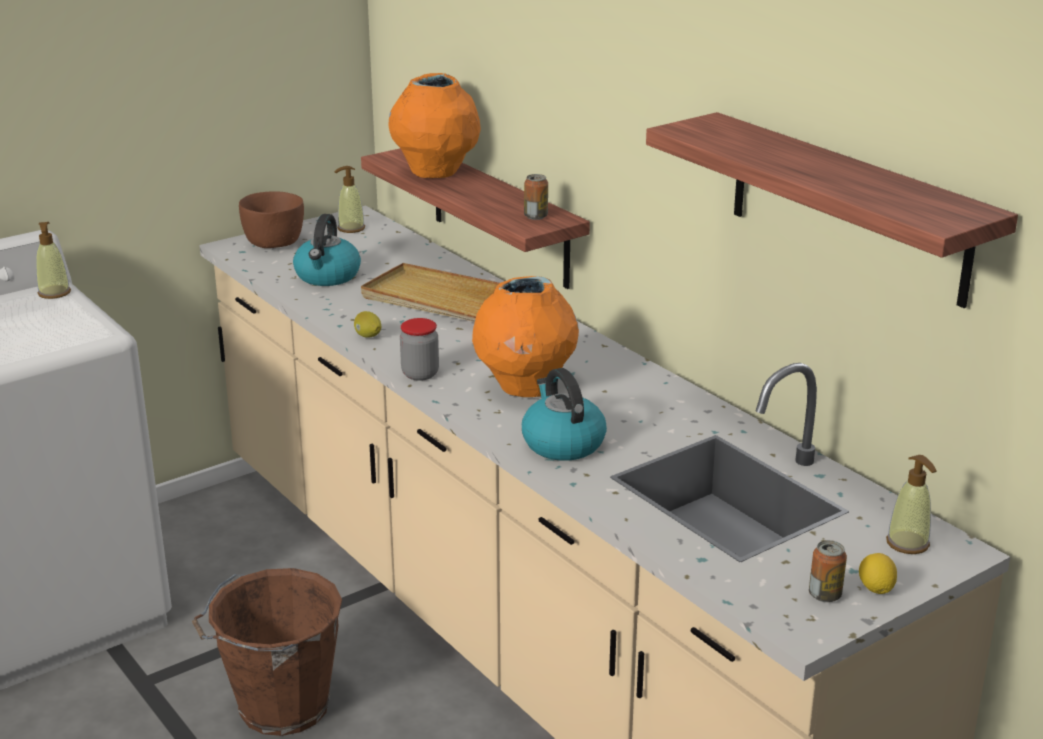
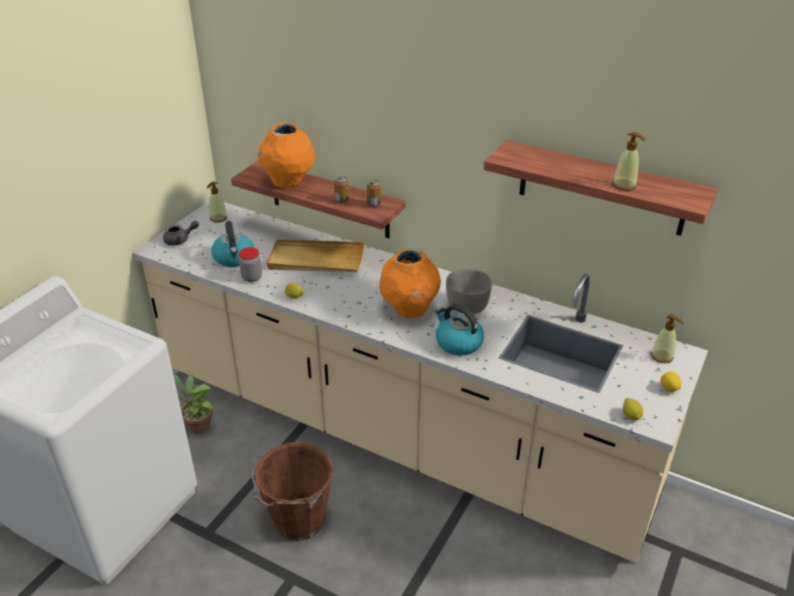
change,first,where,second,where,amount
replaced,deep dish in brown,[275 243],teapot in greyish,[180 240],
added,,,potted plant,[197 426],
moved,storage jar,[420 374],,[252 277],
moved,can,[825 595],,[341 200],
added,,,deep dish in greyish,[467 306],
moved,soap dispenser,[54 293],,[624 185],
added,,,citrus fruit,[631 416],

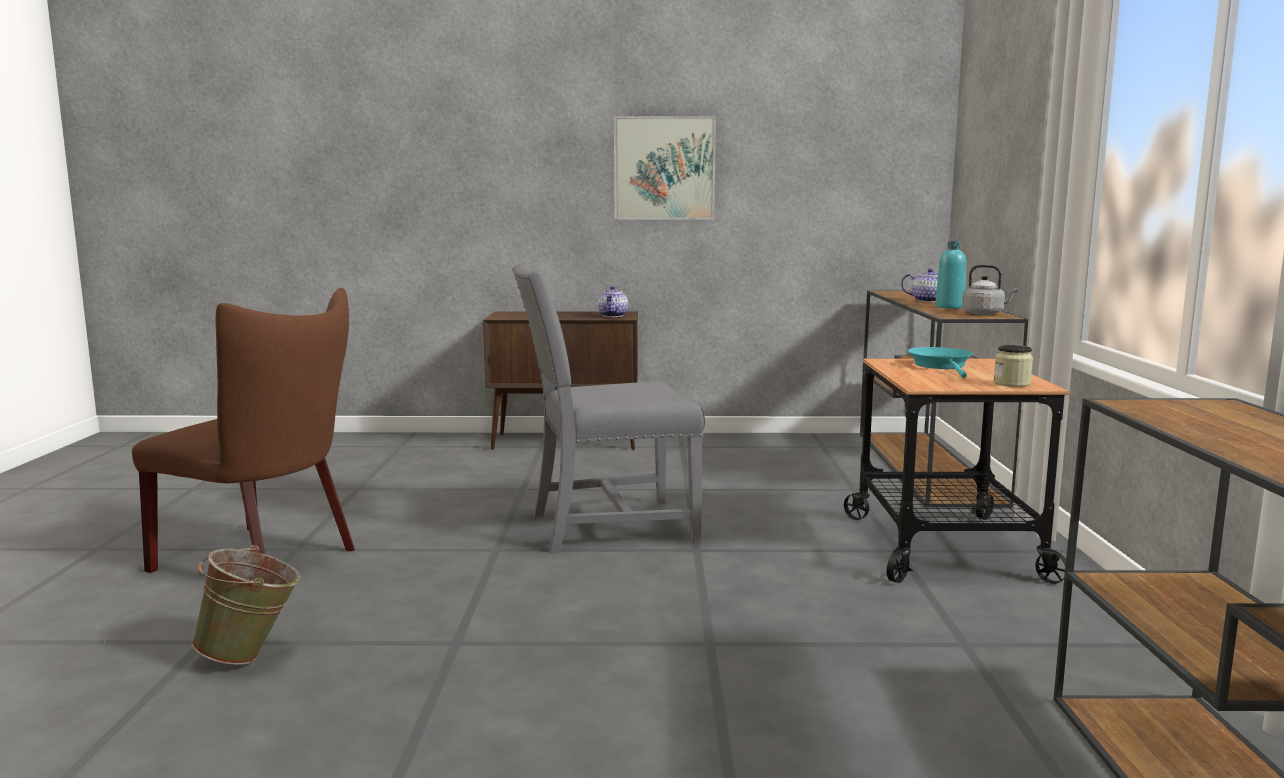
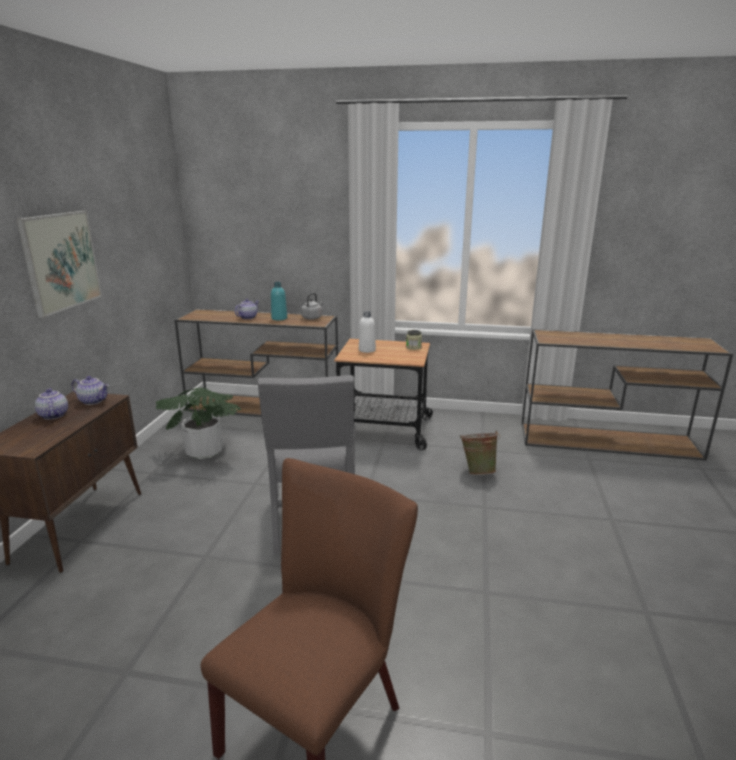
change,first,where,second,where,amount
added,,,teapot,[53 415],
added,,,potted plant,[204 451],
replaced,frying pan in blue-green,[941 366],bottle in white,[367 350],
moved,water bucket in green,[253 656],,[478 471],

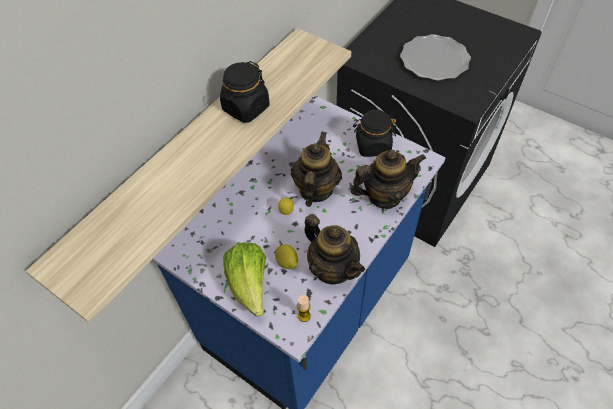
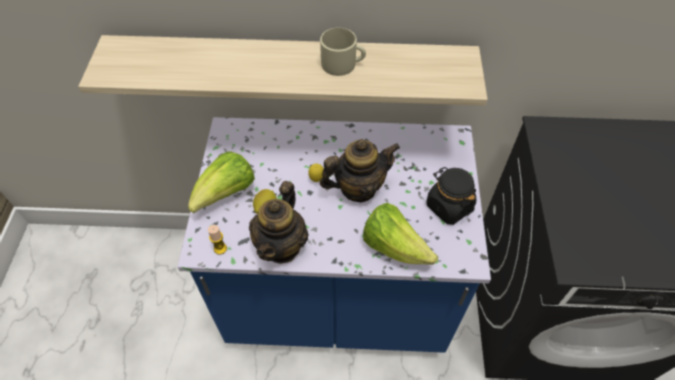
change,first,where,second,where,amount
replaced,storage jar in blackish,[246 108],tea mug in sand-coloured,[343 64],
replaced,teapot,[384 195],lettuce head,[394 246],
removed,flat dish,[434 60],,,

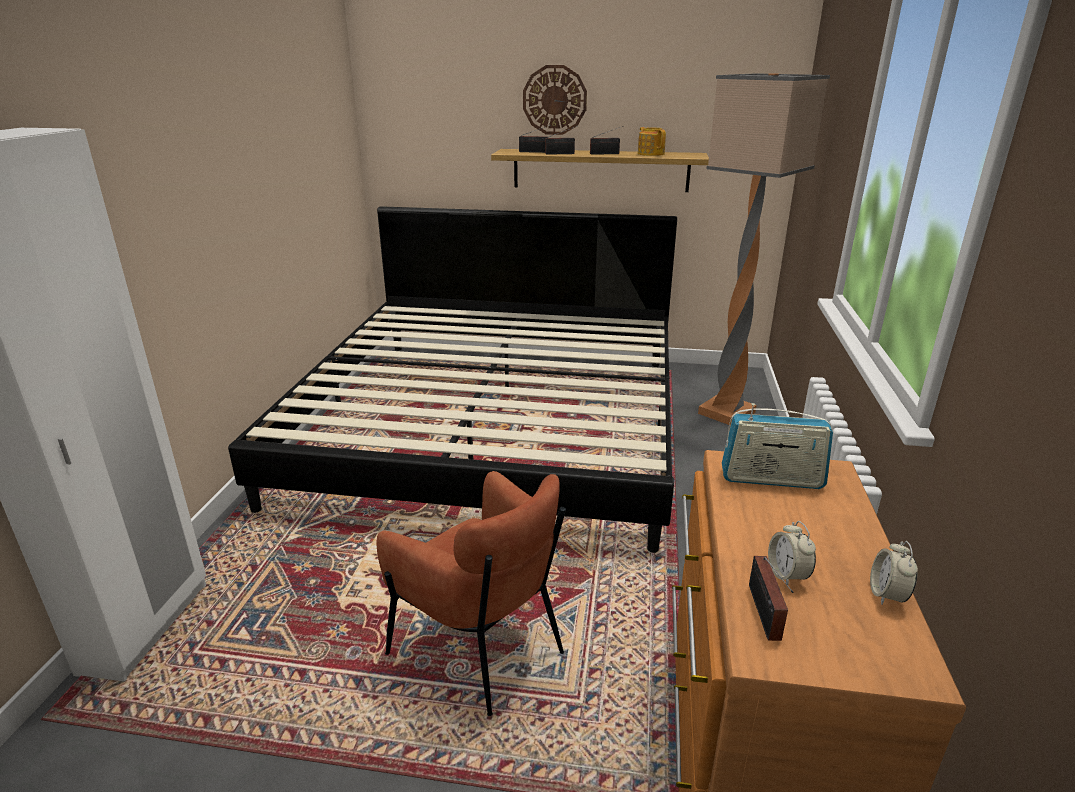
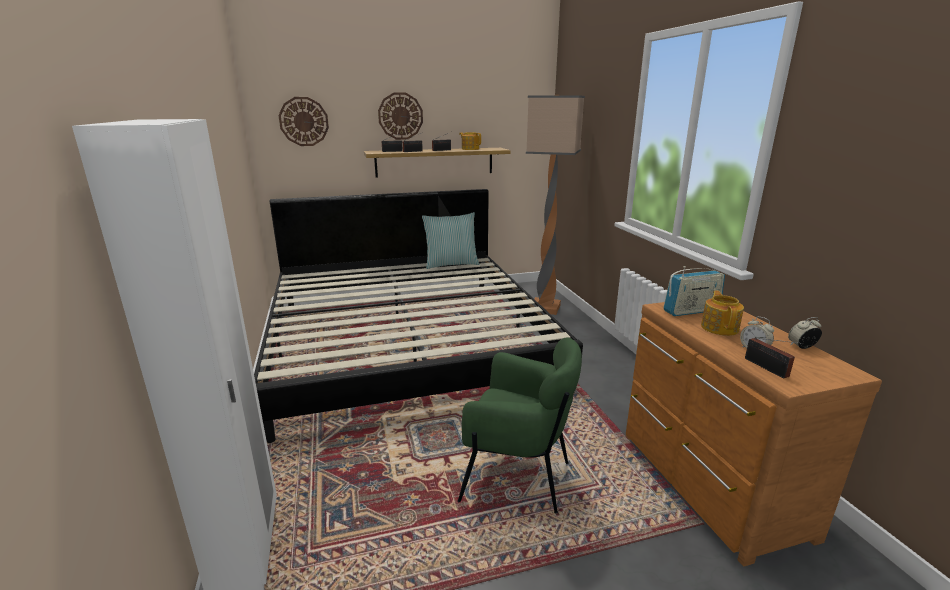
change,first,where,second,where,amount
added,,,hanging clock,[304 121],
added,,,throw pillow,[451 264],
recoloured,easy chair in brown,[482 648],easy chair in green,[517 477],
added,,,teapot,[719 327],
turned,bedside clock,[887 594],,[801 346],90 degrees clockwise

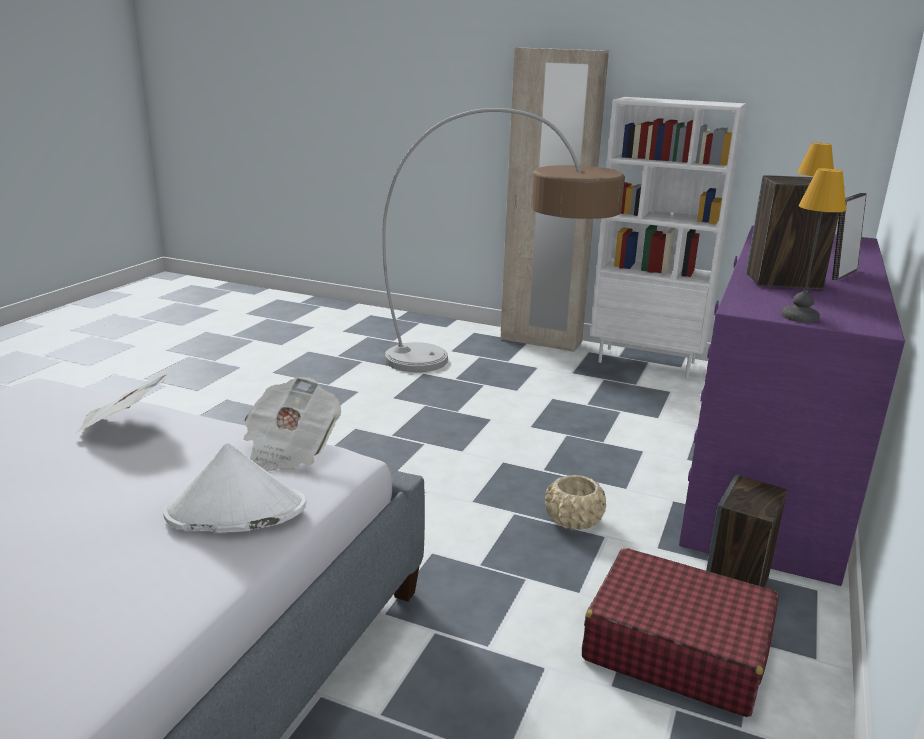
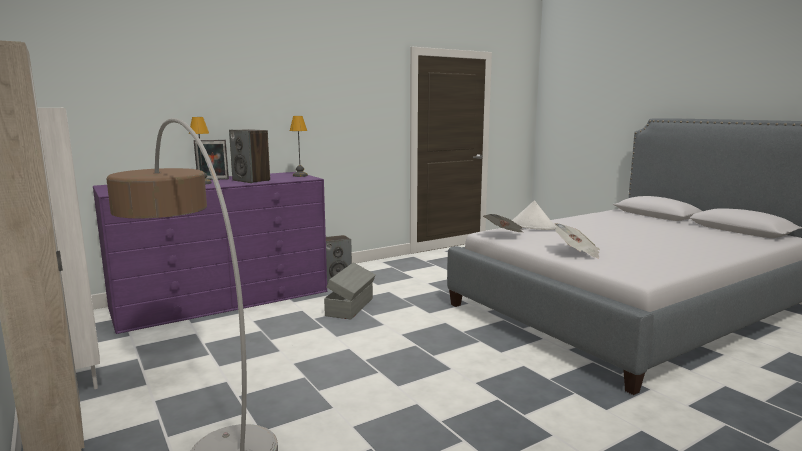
change,first,where,second,where,amount
replaced,flower pot in sand-coloured,[574 521],storage container in greyish,[351 307],
removed,travel case in red-coloured,[675 648],,,

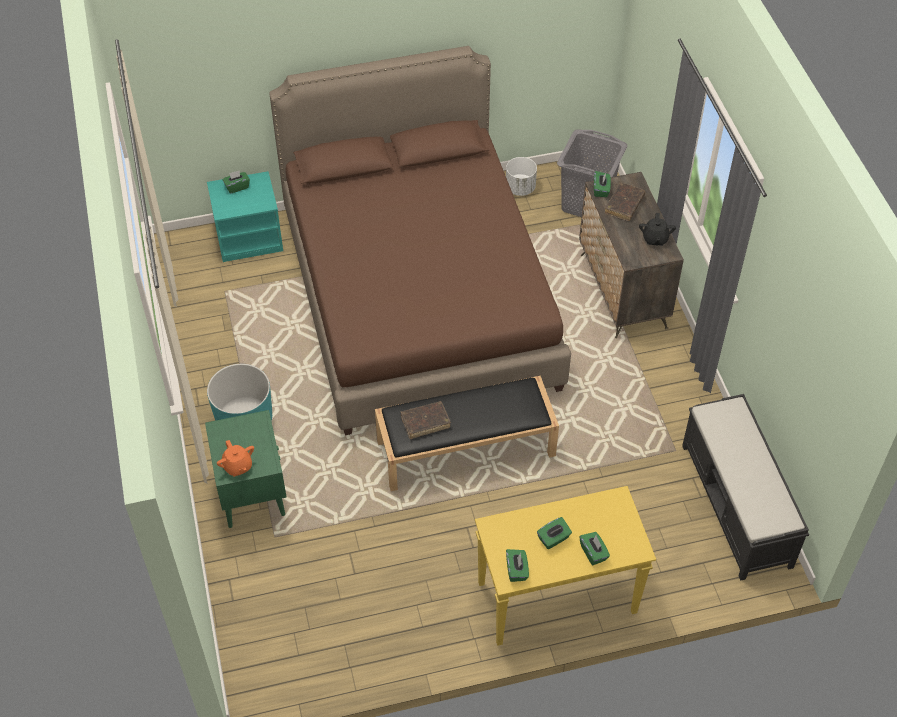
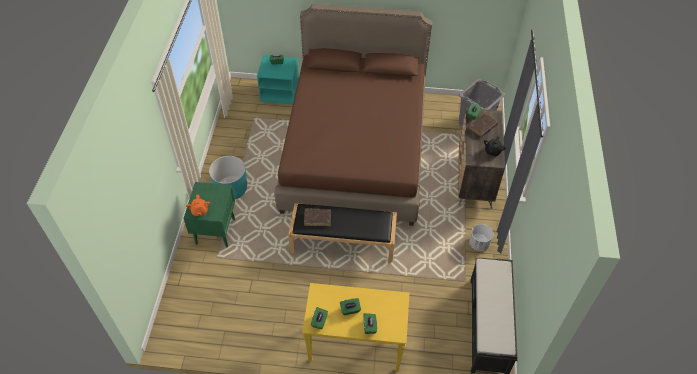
change,first,where,second,where,amount
moved,flower pot in white,[520 188],,[479 244],

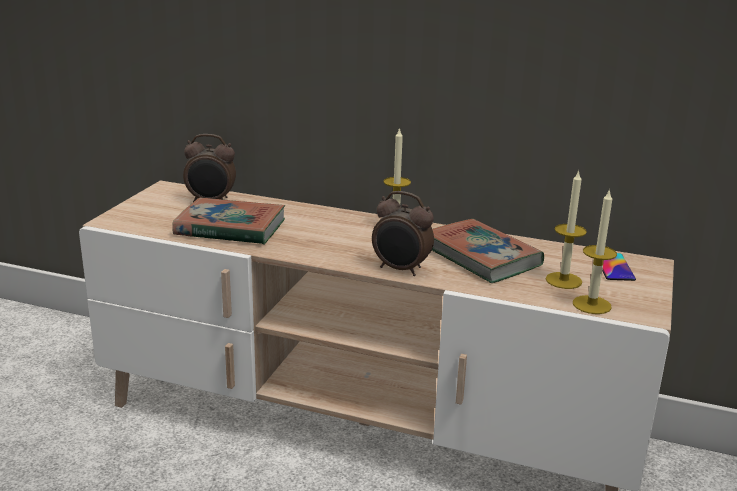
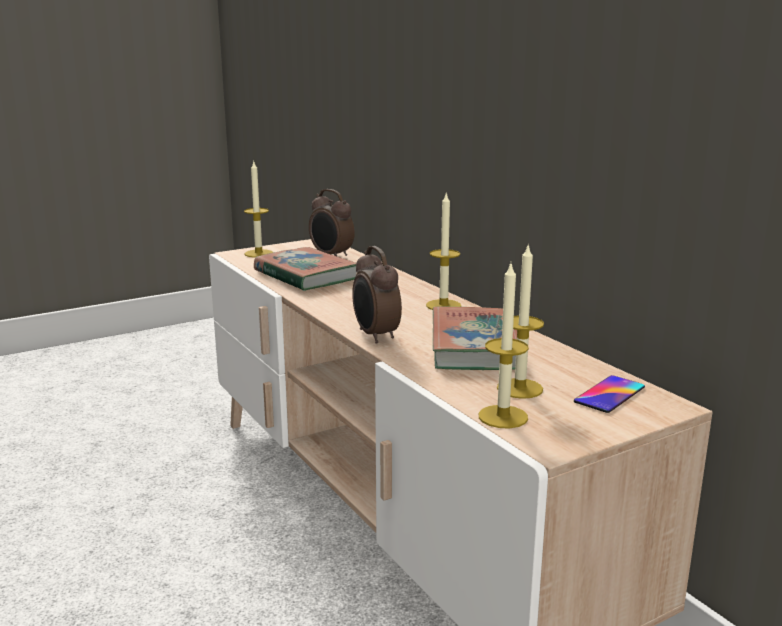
change,first,where,second,where,amount
added,,,wax light,[258 253],

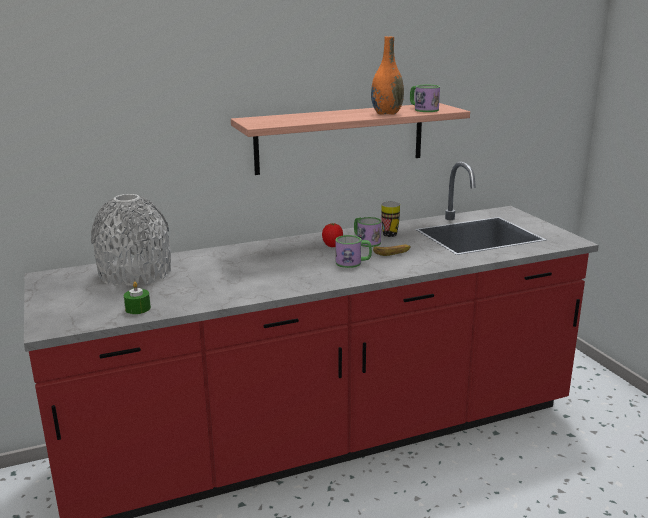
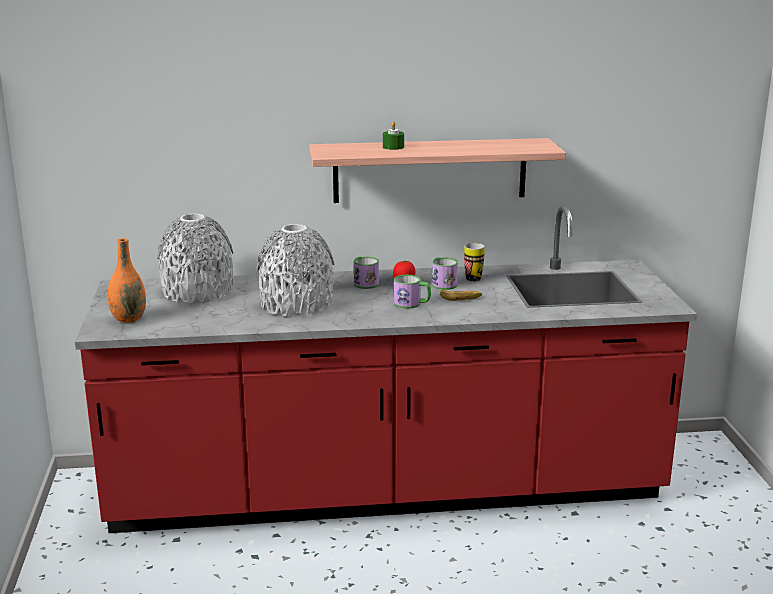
change,first,where,second,where,amount
moved,flower vase in orange,[386 113],,[129 319],
added,,,flower vase in greyish,[296 304],
moved,tea mug,[423 109],,[364 282],
moved,wax light in green,[138 308],,[393 147],

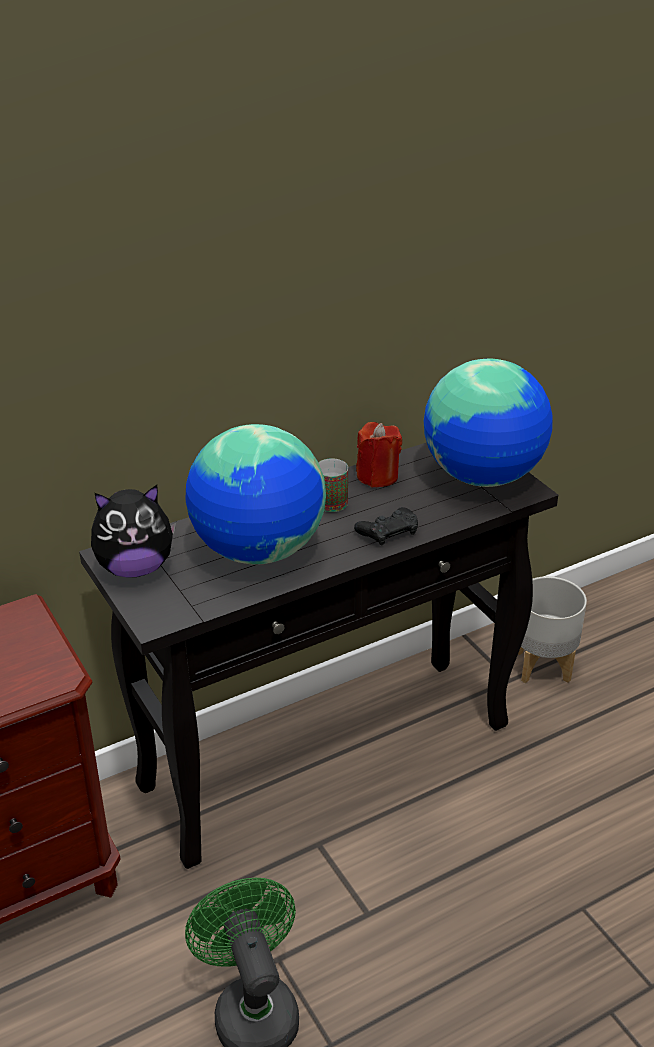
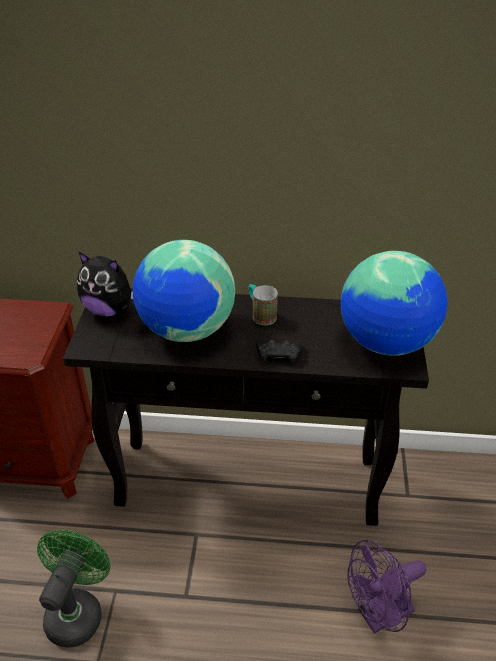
change,first,where,second,where,amount
added,,,fan in purple-coloured,[378 615],
removed,wax light in red-coloured,[377 476],,,
removed,flower pot in greyish,[543 666],,,

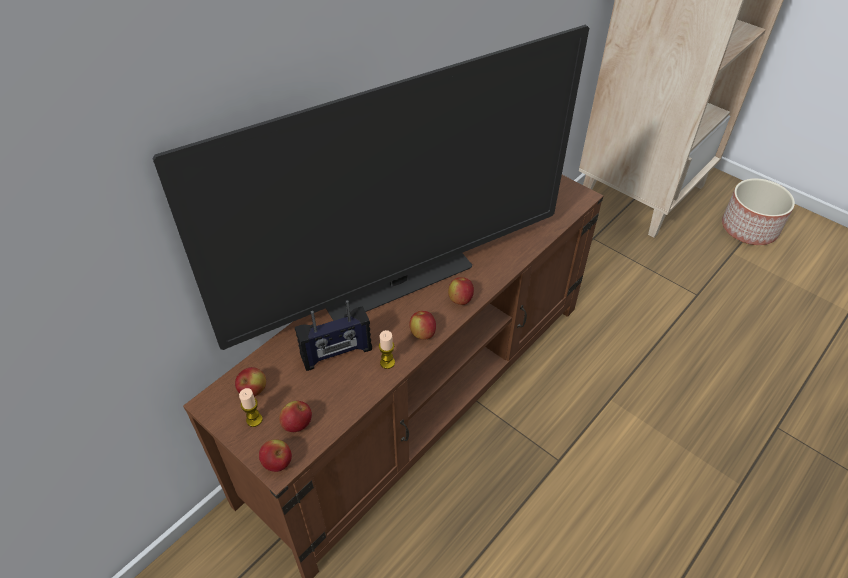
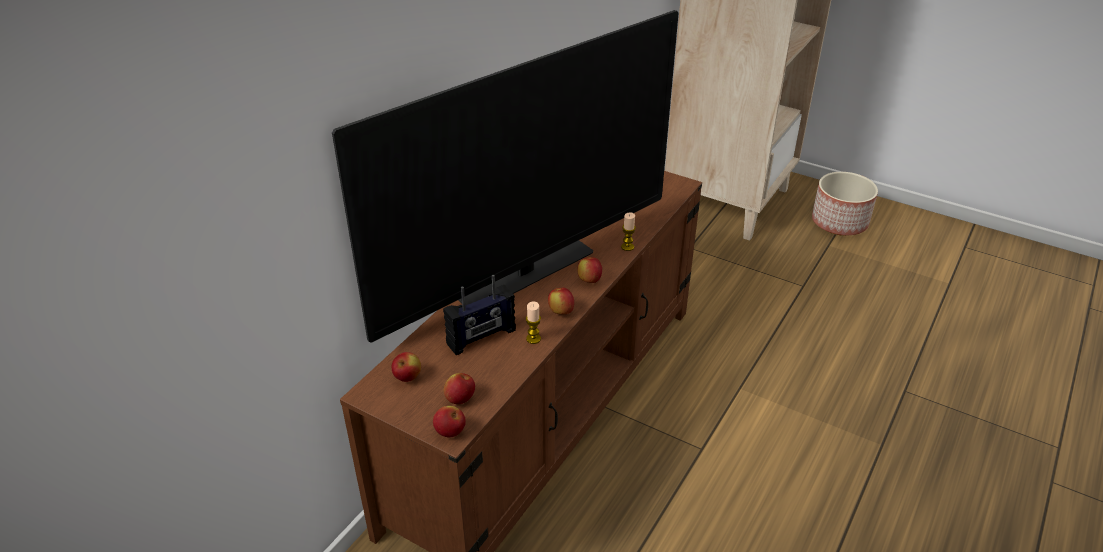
change,first,where,second,where,amount
moved,wax light,[254 420],,[627 247],

